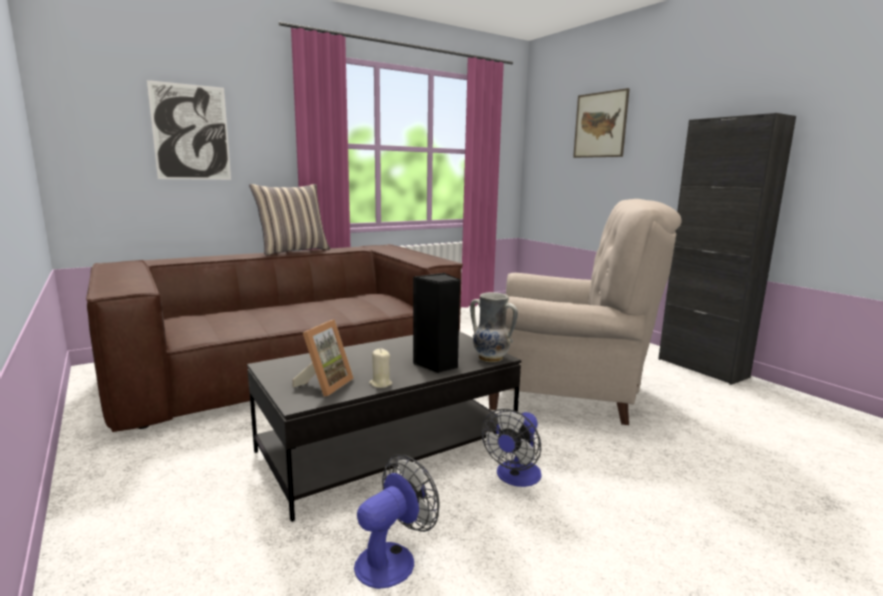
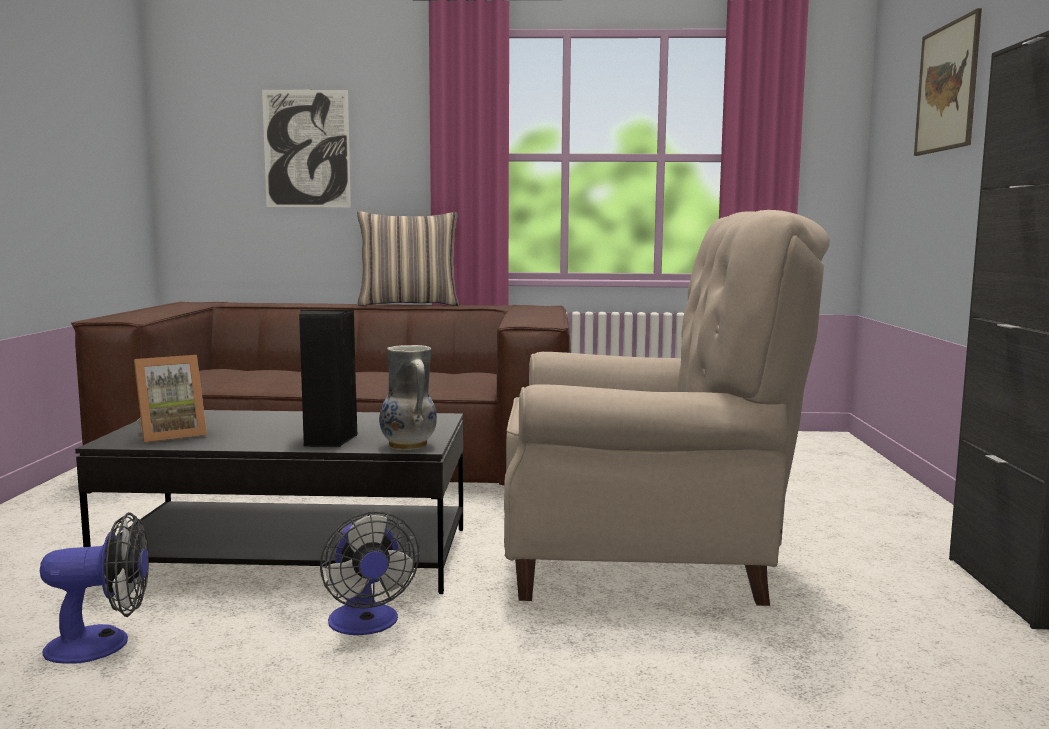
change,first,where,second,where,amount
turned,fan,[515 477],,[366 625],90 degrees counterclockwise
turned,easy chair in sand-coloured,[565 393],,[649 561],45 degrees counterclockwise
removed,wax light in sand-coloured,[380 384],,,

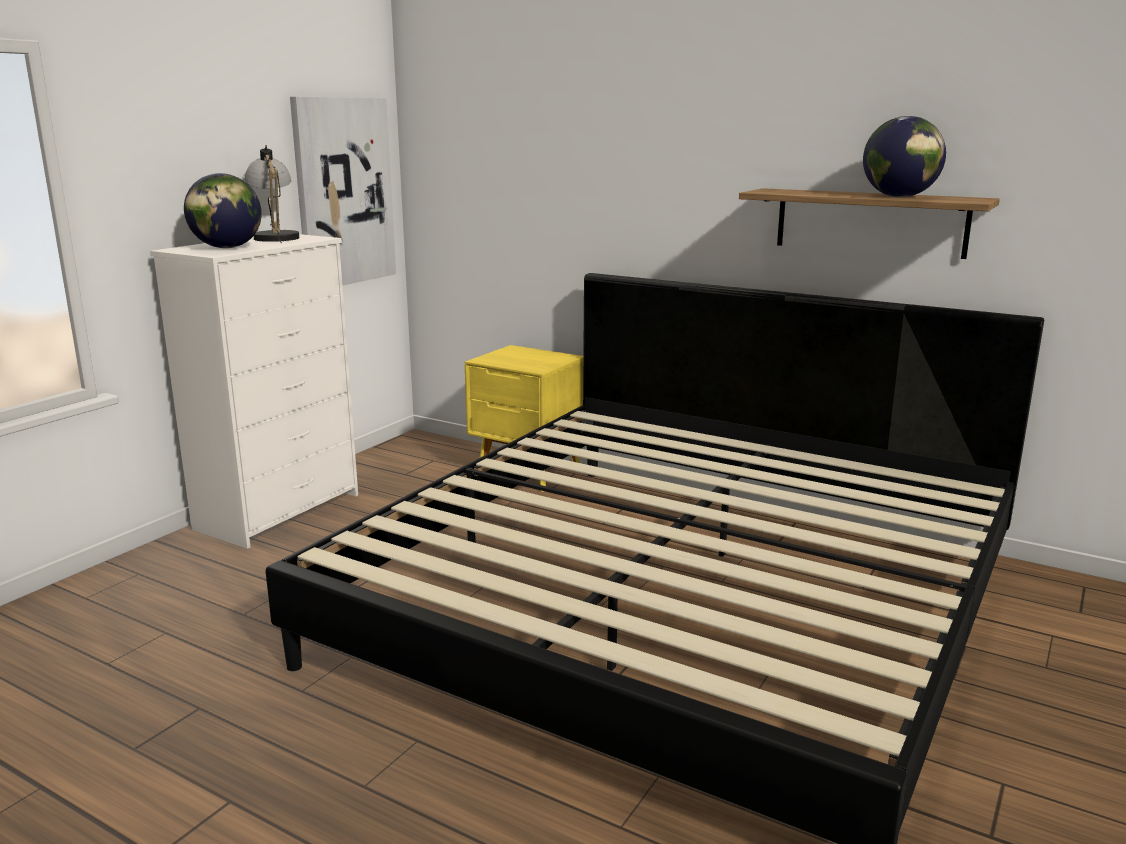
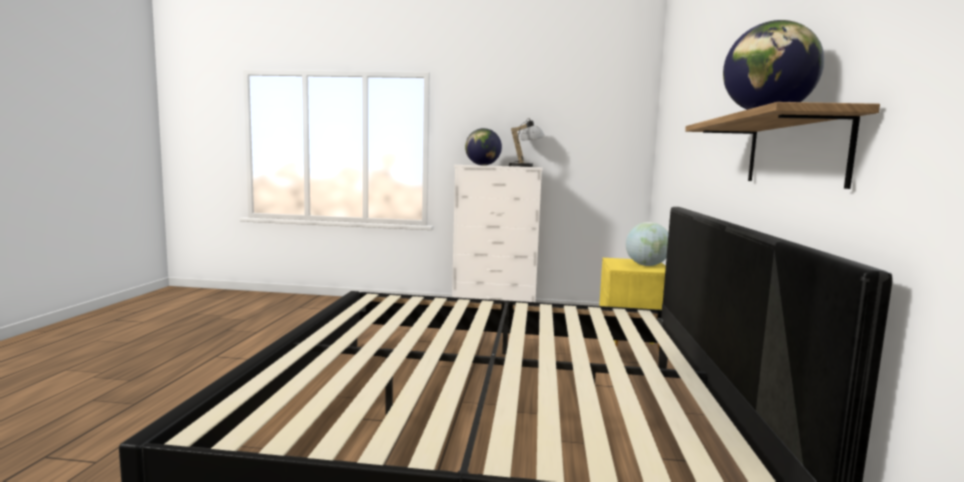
change,first,where,second,where,amount
added,,,globe,[646 265],
removed,wall art,[344 192],,,

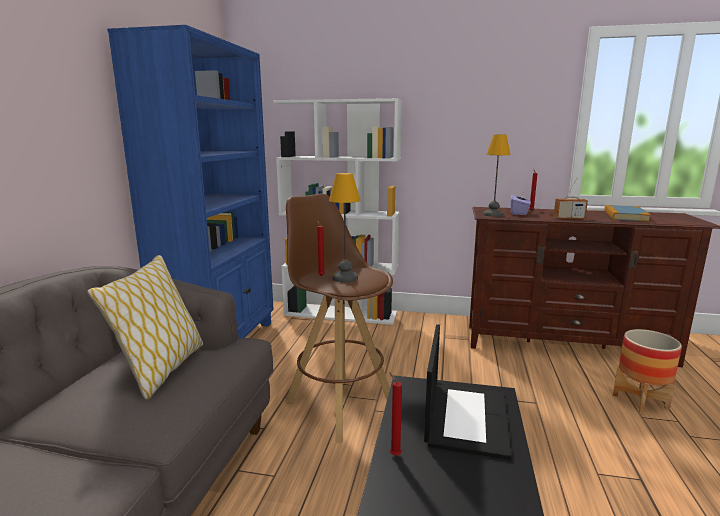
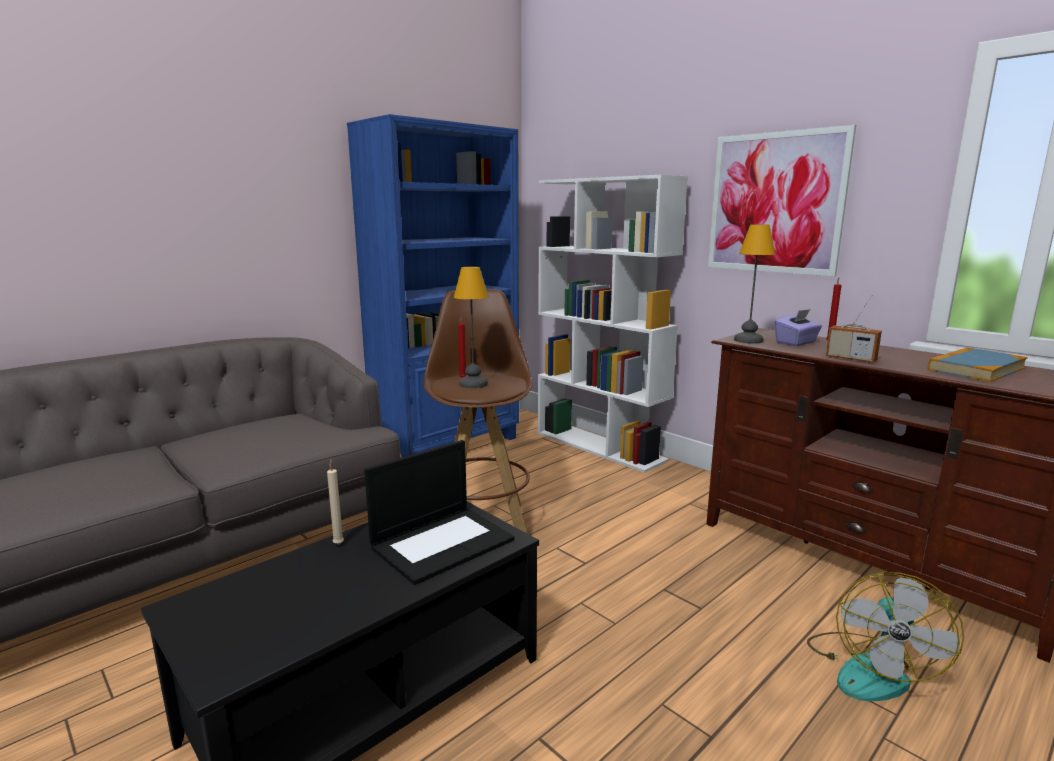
change,first,where,second,where,amount
recoloured,wax light in red-coloured,[394 454],wax light in sand-coloured,[338 543],
added,,,wall art,[775 203],
replaced,flower pot,[640 402],fan,[870 668],
removed,throw pillow,[162 370],,,

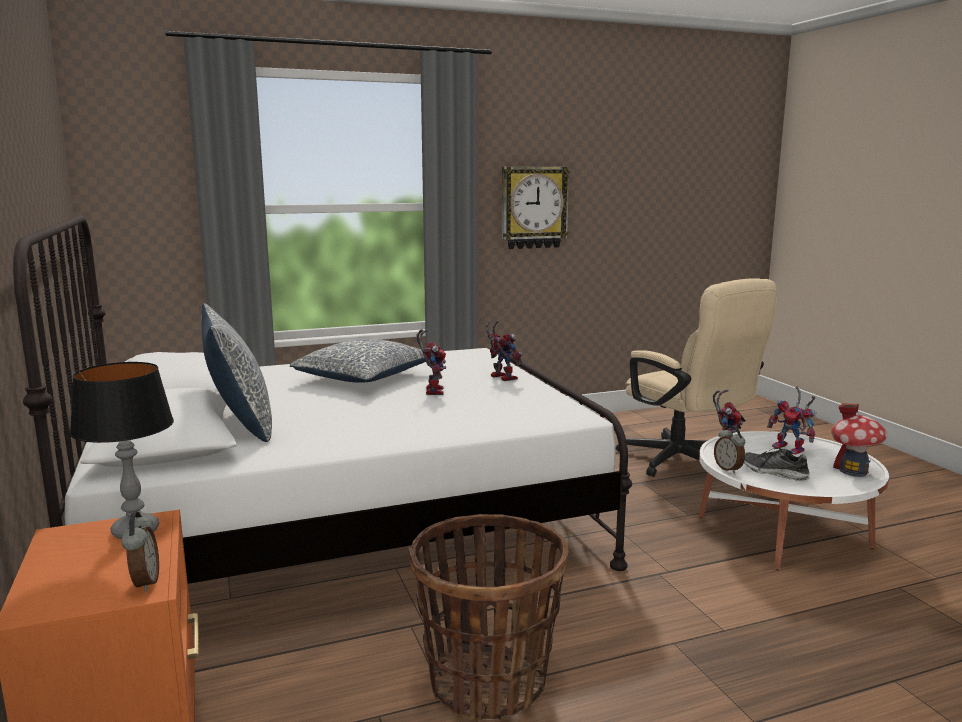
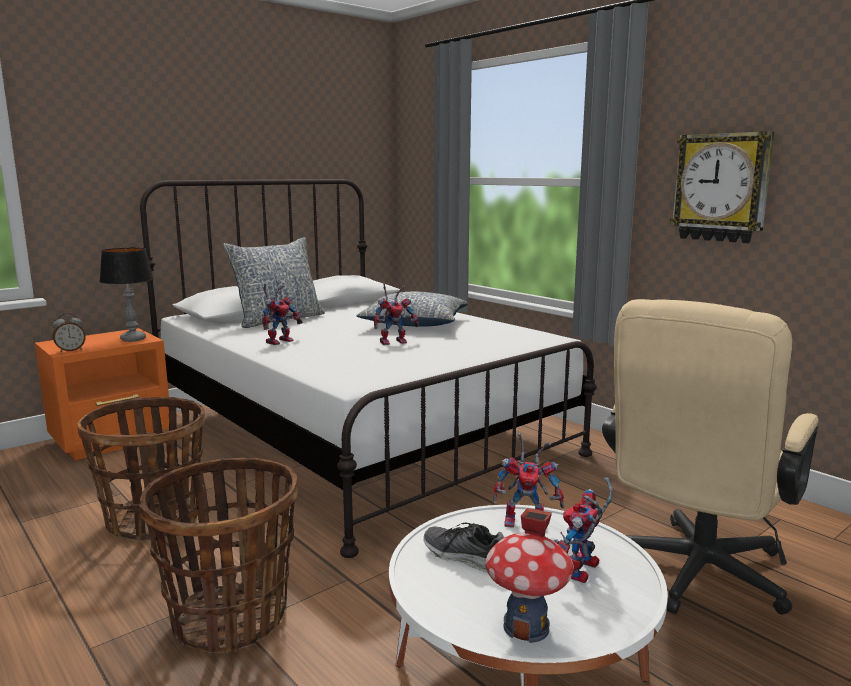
change,first,where,second,where,amount
added,,,storage basket,[230 618],
moved,model robot,[500 377],,[280 341],
turned,low shoe,[775 472],,[465 557],75 degrees counterclockwise
removed,bedside clock,[728 469],,,

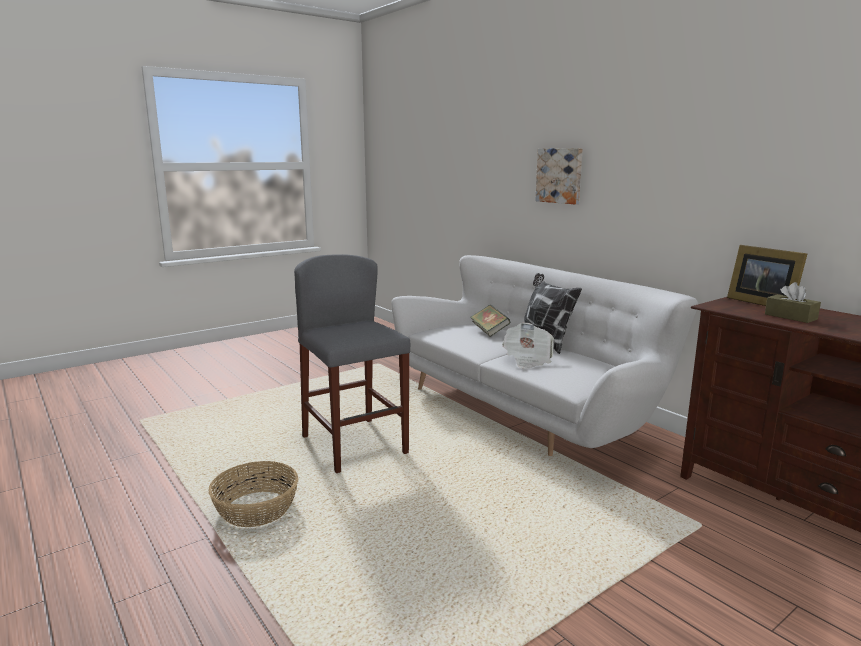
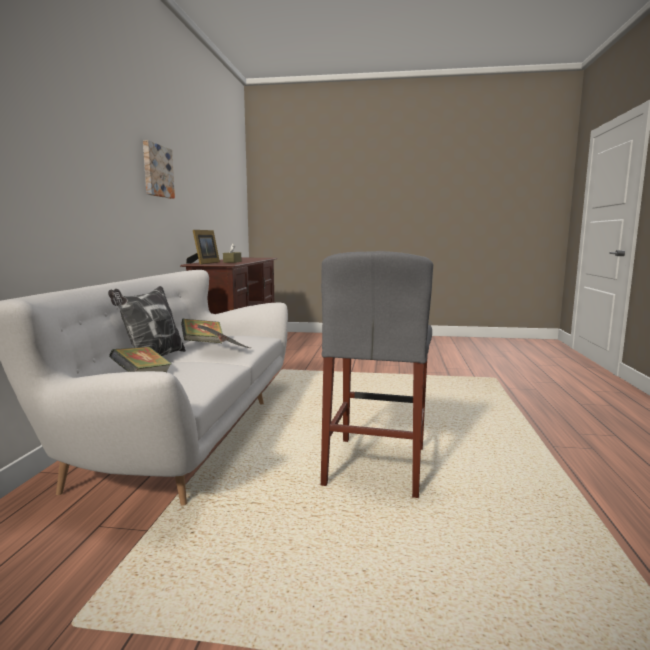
change,first,where,second,where,amount
moved,wall art,[560 175],,[156 171],
added,,,book,[203 343],
removed,storage basket,[255 509],,,

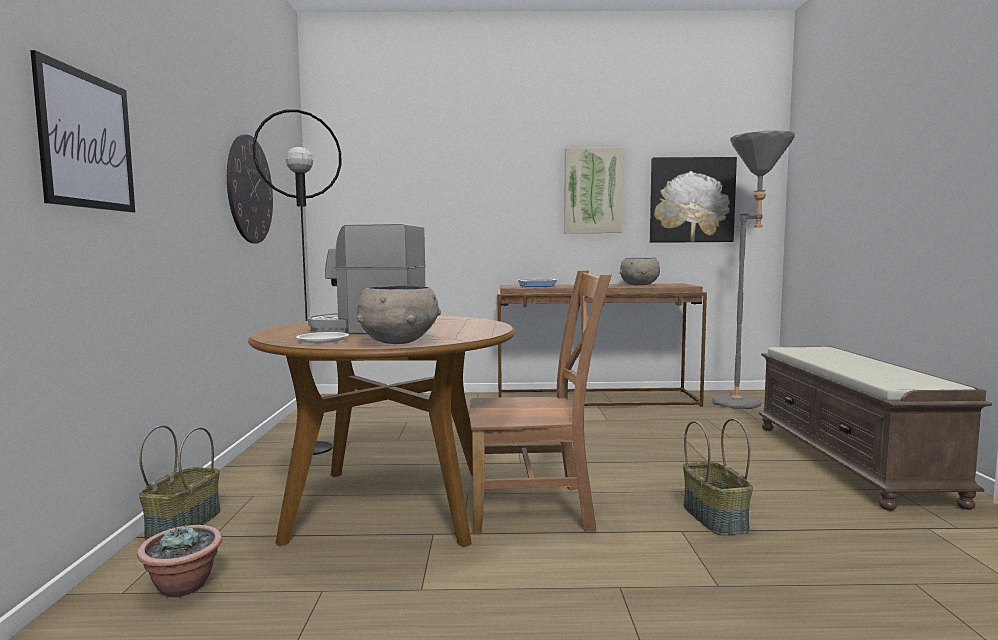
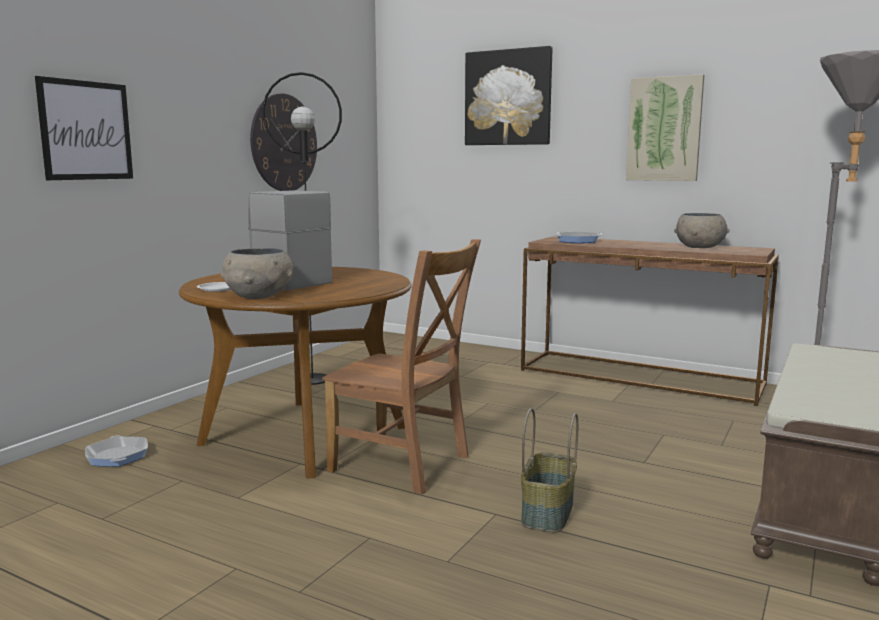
change,first,where,second,where,amount
replaced,potted plant,[184 586],frying pan,[117 456],
moved,wall art,[691 200],,[508 98],
removed,storage basket,[183 524],,,

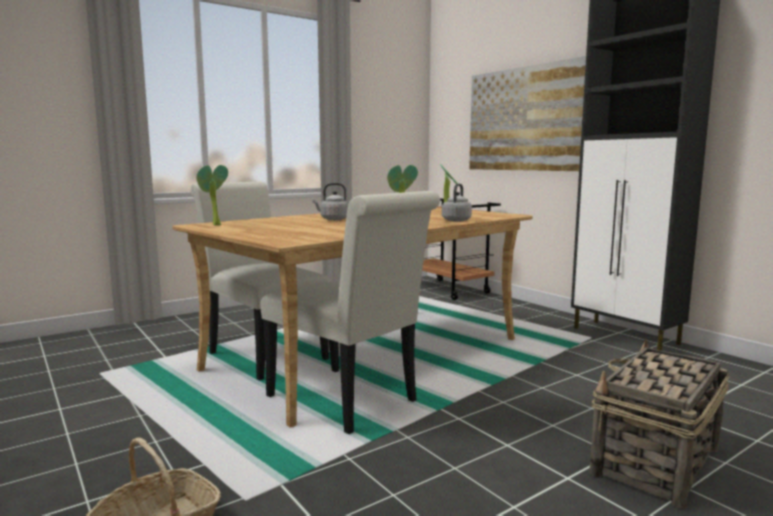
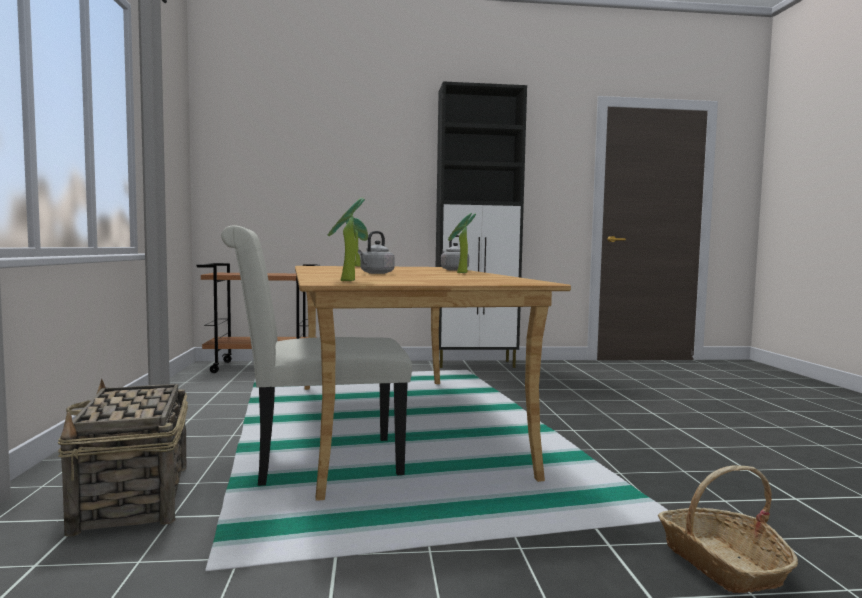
change,first,where,second,where,amount
moved,storage basket,[655 461],,[132 498],
removed,plain chair in white,[348 402],,,
removed,wall art,[527 119],,,

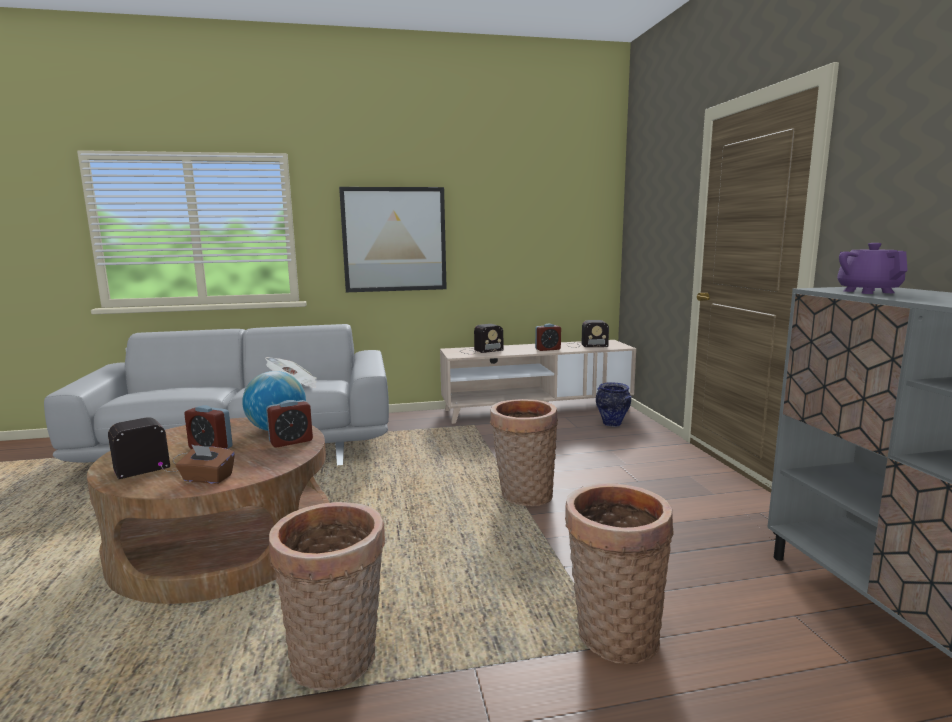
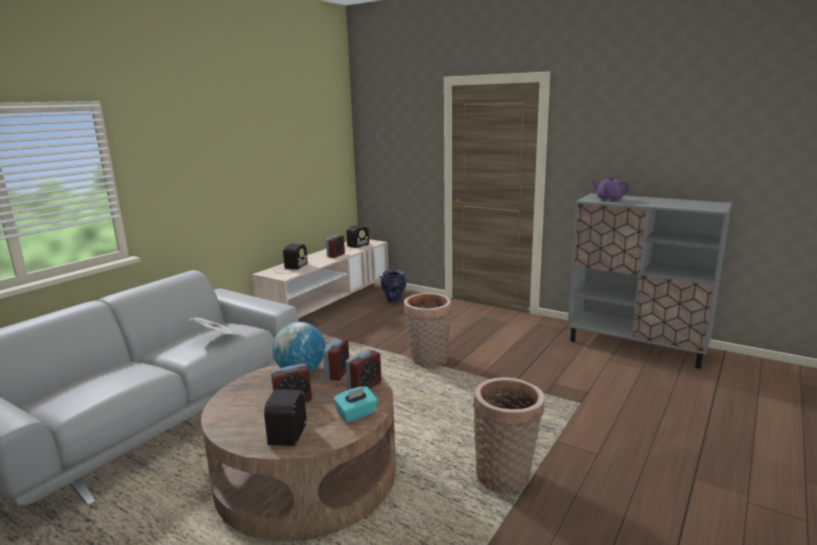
change,first,where,second,where,amount
recoloured,tissue box in brown,[207 478],tissue box in blue-green,[356 414],
added,,,bedside clock,[364 386],
removed,wall art,[394 239],,,
removed,storage basket,[612 633],,,

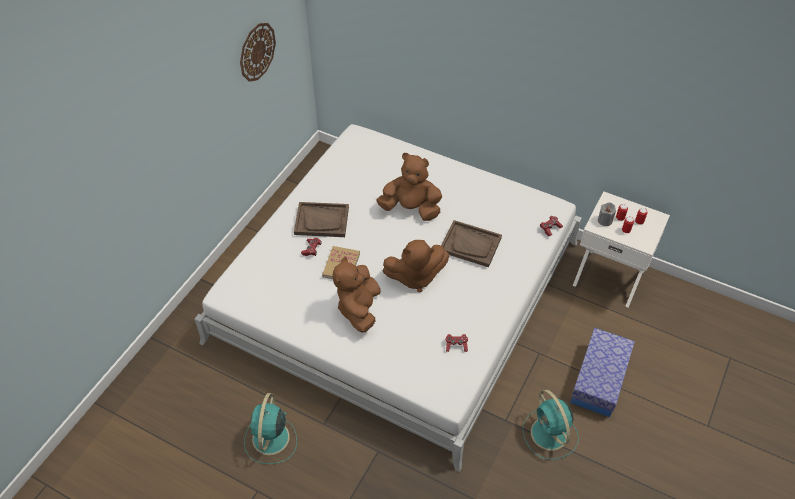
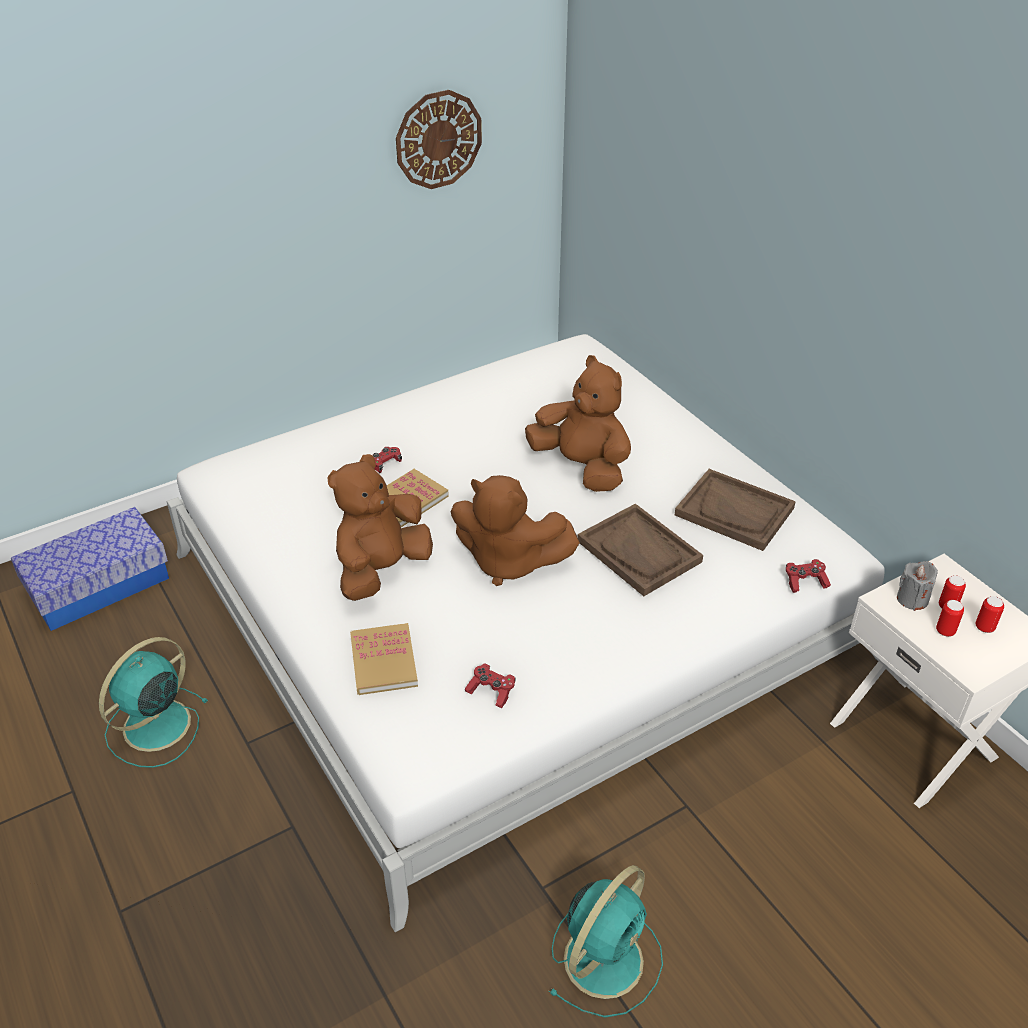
change,first,where,second,where,amount
moved,storage container,[599 379],,[99 585],
added,,,book,[383 661],
turned,fan in blue-green,[550 435],,[605 957],150 degrees counterclockwise
moved,carrying tray in brown,[322 220],,[734 512],

